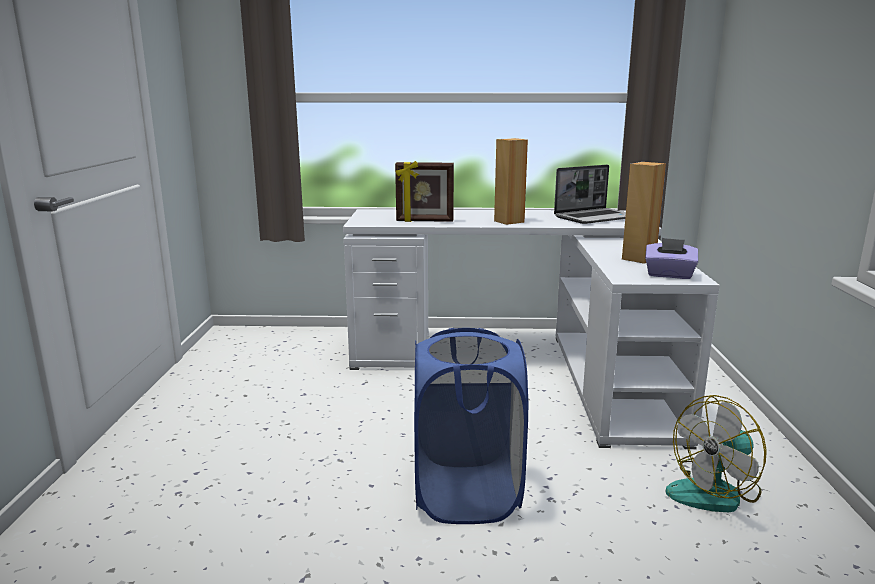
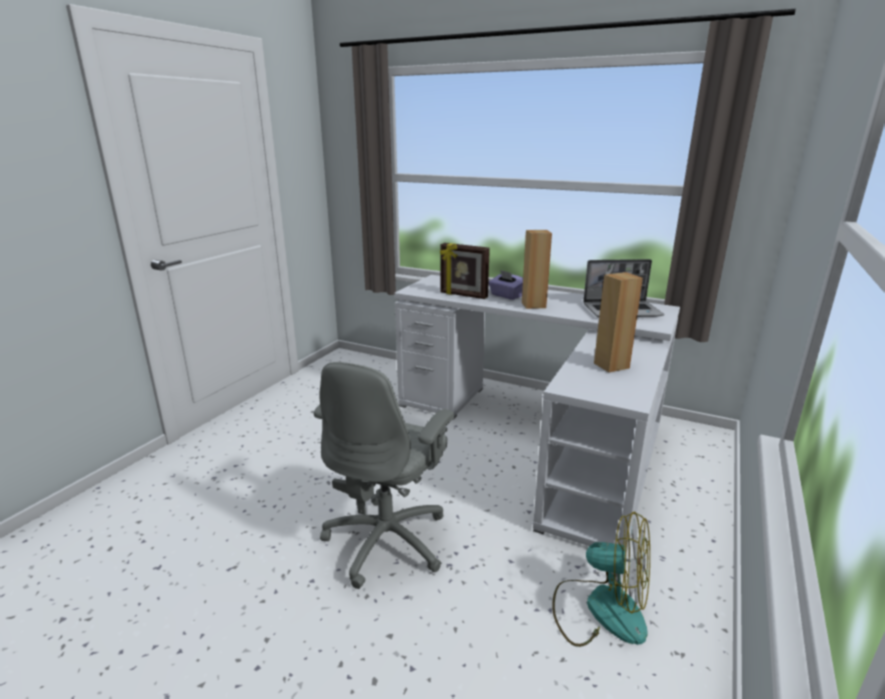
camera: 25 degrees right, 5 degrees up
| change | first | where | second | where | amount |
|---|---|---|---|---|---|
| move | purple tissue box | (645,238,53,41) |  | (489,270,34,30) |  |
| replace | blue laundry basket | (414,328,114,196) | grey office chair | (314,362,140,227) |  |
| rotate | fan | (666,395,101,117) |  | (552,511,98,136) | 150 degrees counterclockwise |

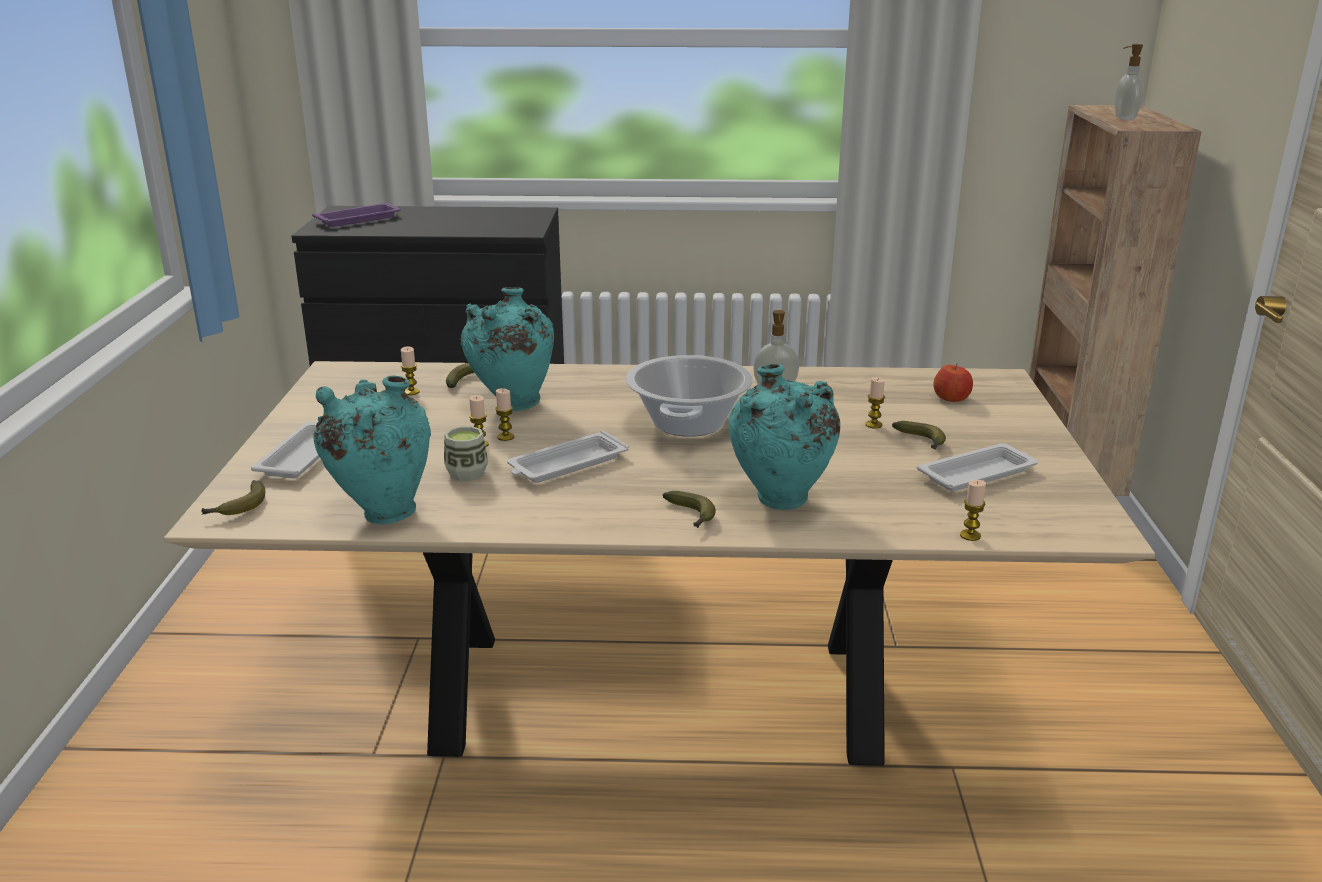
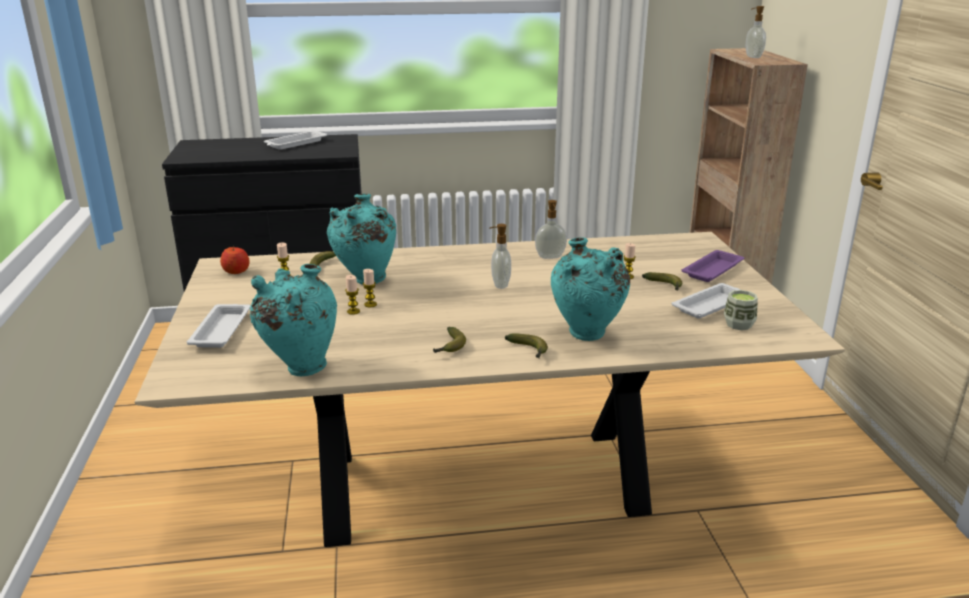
camera: 10 degrees left, 0 degrees up
| change | first | where | second | where | amount |
|---|---|---|---|---|---|
| move | purple tray | (312,203,89,24) |  | (682,250,62,32) |  |
| replace | cooking pot | (626,355,127,82) | soap dispenser | (489,224,22,65) |  |
| move | apple | (934,364,39,38) |  | (220,246,30,28) |  |
| move | cup | (444,426,44,55) |  | (724,290,34,40) |  |
| move | white tray | (507,430,122,53) |  | (264,130,63,20) |  |
| move | banana | (202,480,63,35) |  | (433,327,33,26) |  |
| delete | candle | (960,480,26,61) |  |  |  |

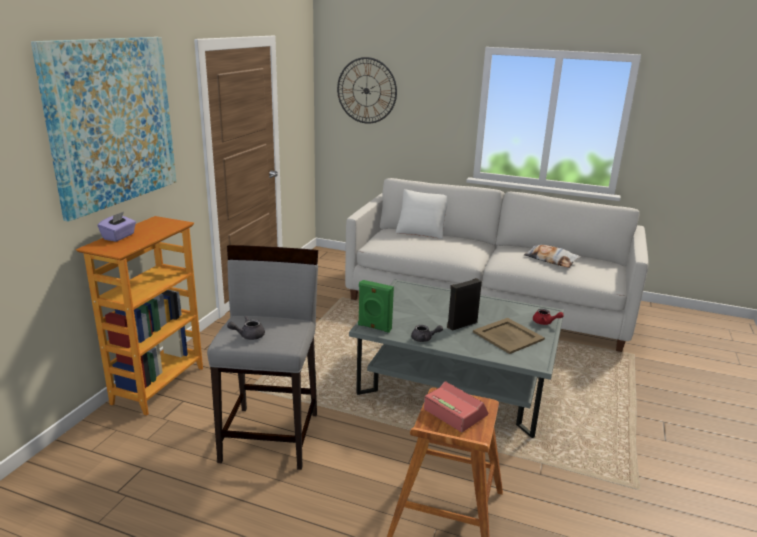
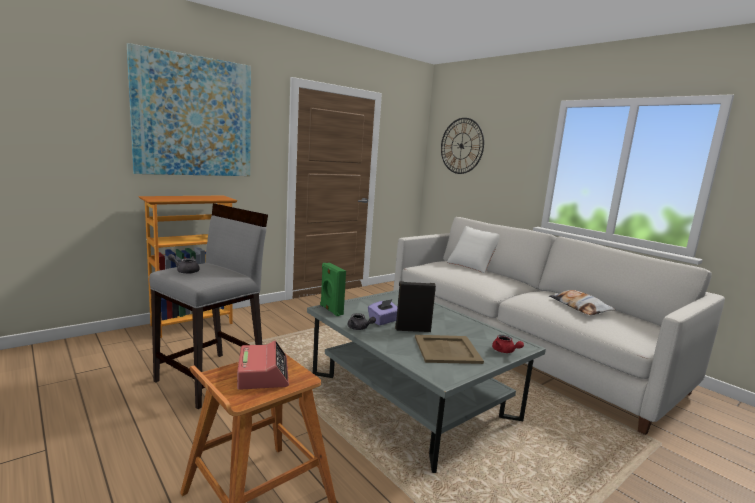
camera: 30 degrees right, 10 degrees down
| change | first | where | second | where | amount |
|---|---|---|---|---|---|
| move | purple tissue box | (98,212,38,30) |  | (368,299,30,26) |  |

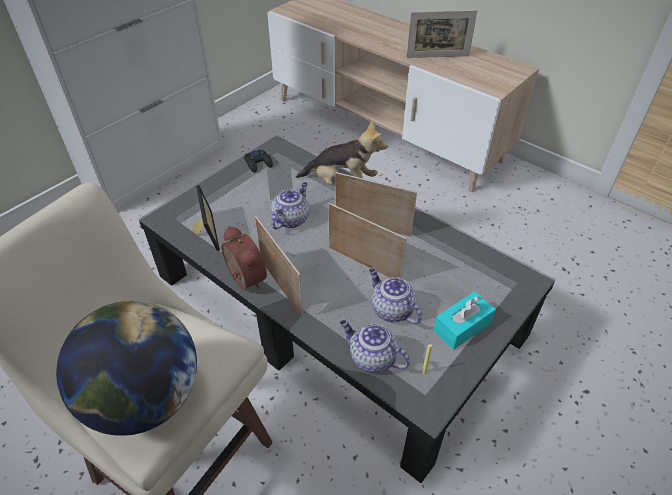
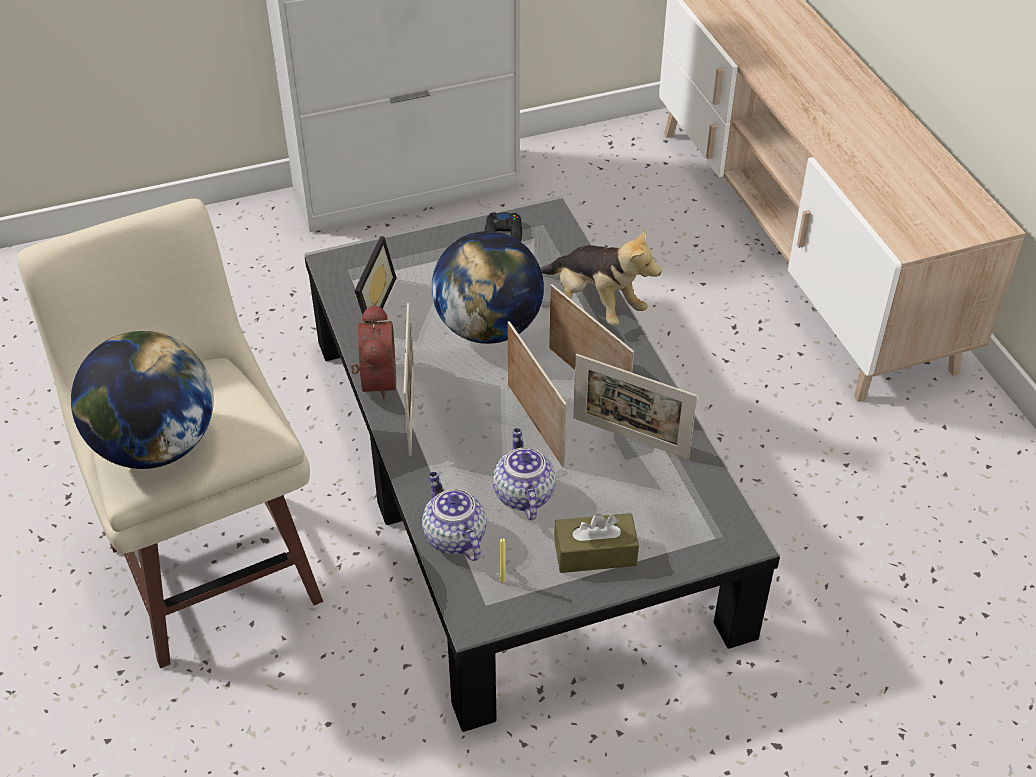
camera: 30 degrees right, 0 degrees up
| change | first | where | second | where | amount |
|---|---|---|---|---|---|
| move | picture frame | (406,10,71,48) |  | (573,354,124,105) |  |
| replace | teapot | (271,182,38,47) | globe | (431,231,113,113) |  |
| recolor | turquoise tissue box | (434,291,62,59) | brown tissue box | (554,513,85,60) |  |

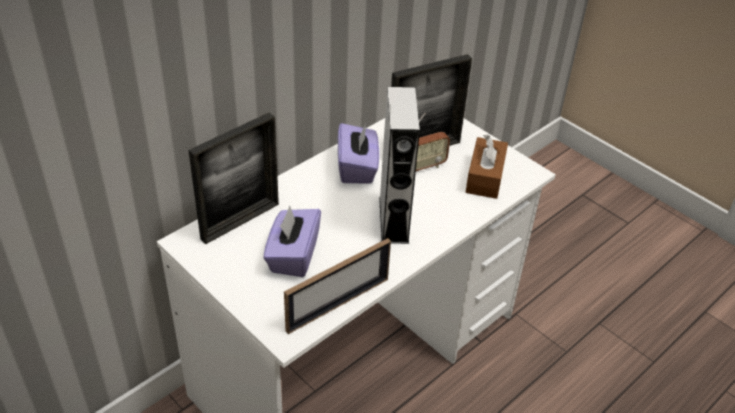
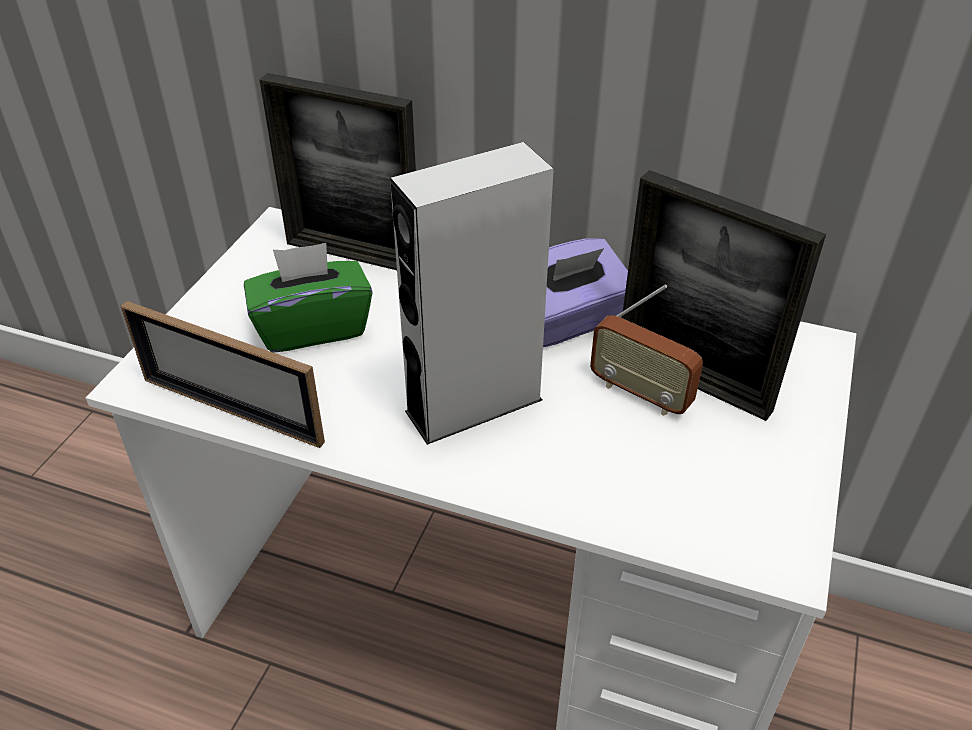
camera: 65 degrees right, 0 degrees up
| change | first | where | second | where | amount |
|---|---|---|---|---|---|
| delete | brown tissue box | (466,134,42,65) |  |  |  |
| recolor | purple tissue box | (263,206,58,71) | green tissue box | (244,243,129,110) |  |

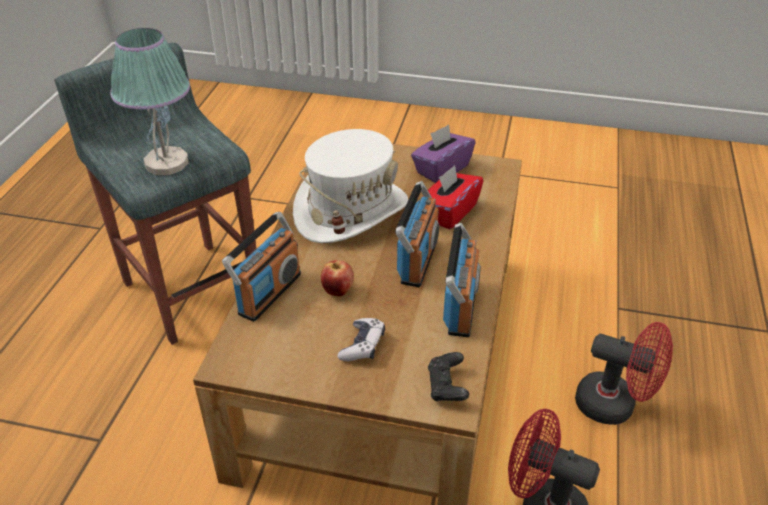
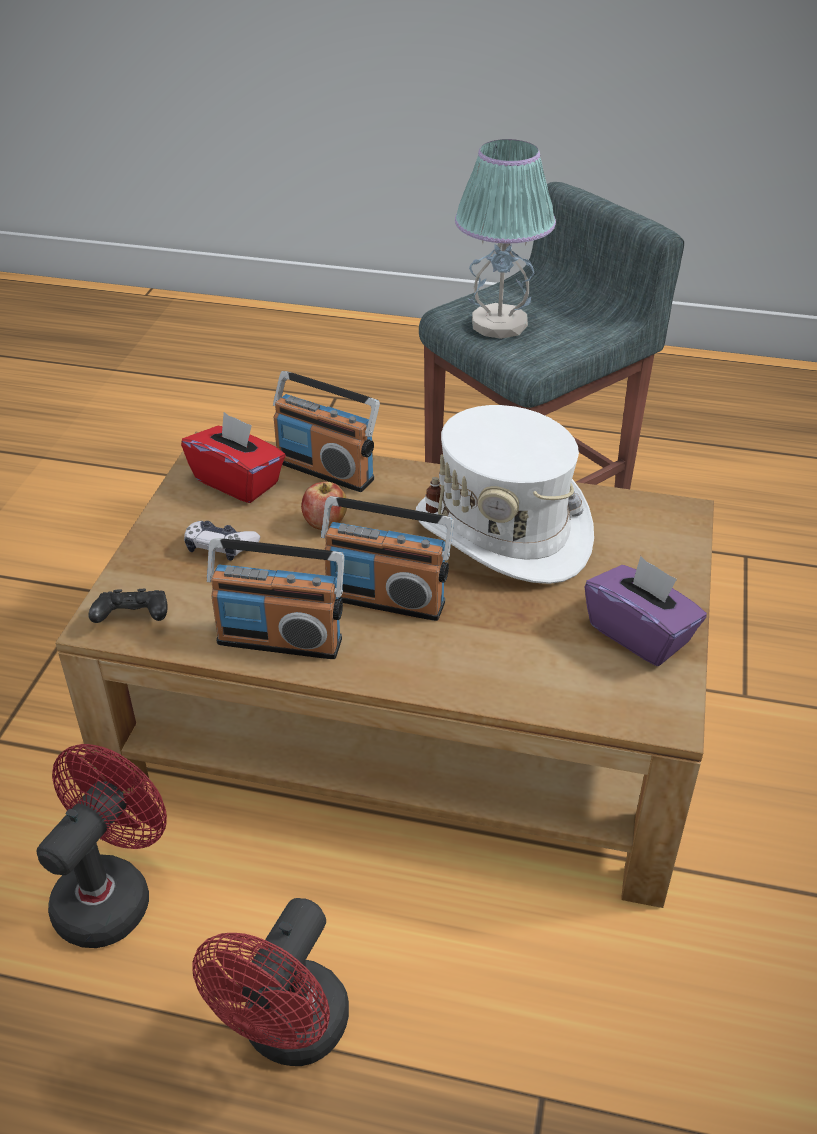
camera: 90 degrees right, 0 degrees up
| change | first | where | second | where | amount |
|---|---|---|---|---|---|
| move | red tissue box | (423,165,60,65) |  | (181,412,105,91) |  |

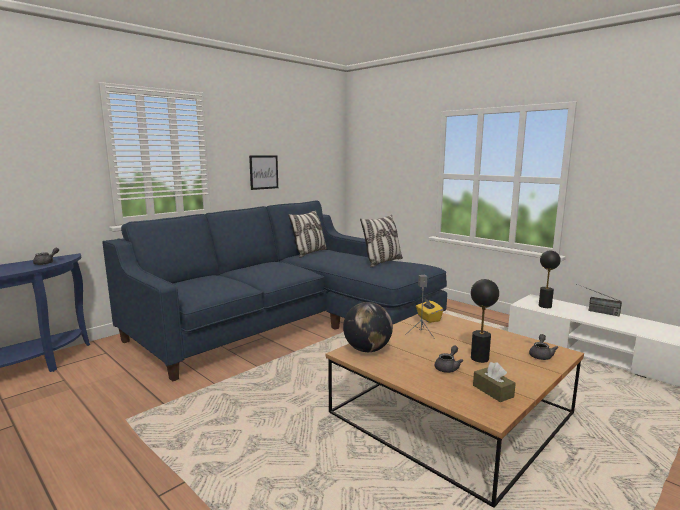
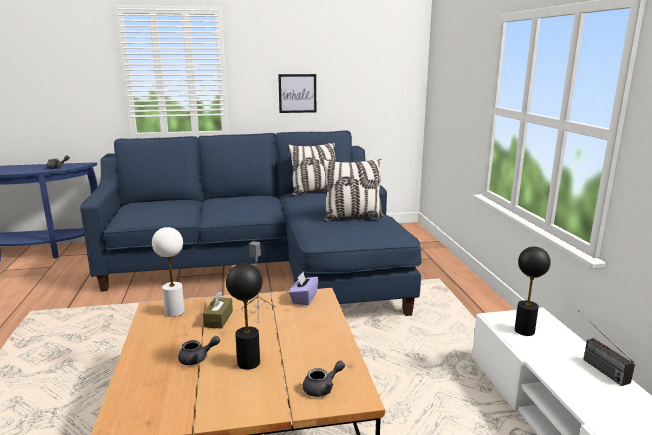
camera: 35 degrees right, 5 degrees up
| change | first | where | second | where | amount |
|---|---|---|---|---|---|
| recolor | yellow tissue box | (416,299,27,24) | purple tissue box | (289,272,30,33) |  |
| replace | globe | (343,302,50,50) | white table lamp | (152,227,33,90) |  |
| move | brown tissue box | (473,362,43,40) |  | (203,291,30,38) |  |

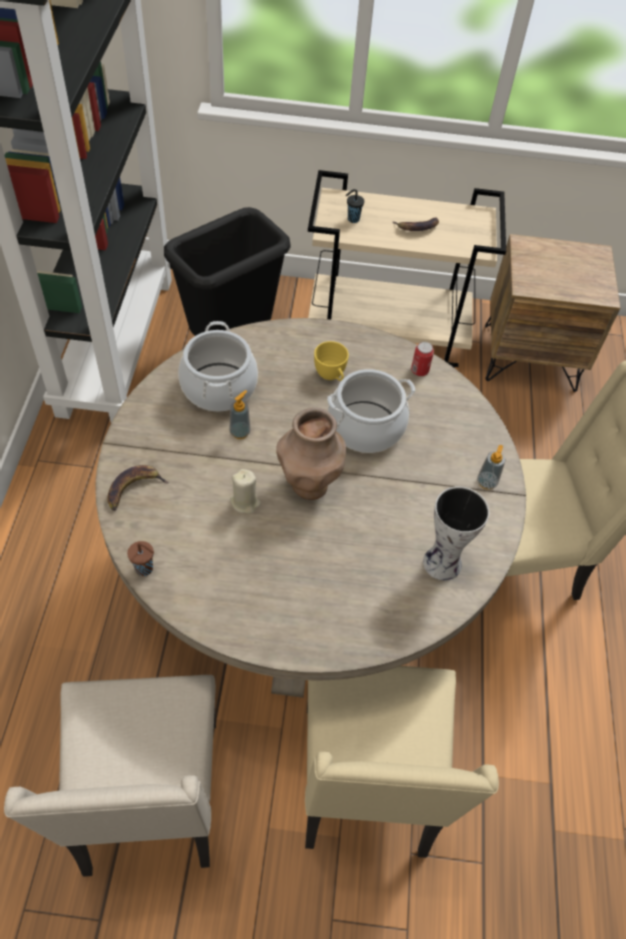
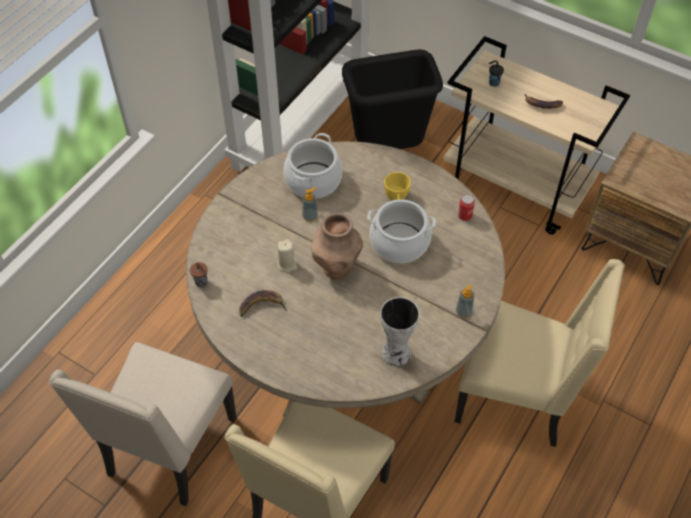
camera: 30 degrees right, 0 degrees up
| change | first | where | second | where | amount |
|---|---|---|---|---|---|
| move | banana | (107,465,62,46) |  | (239,290,48,27) |  |

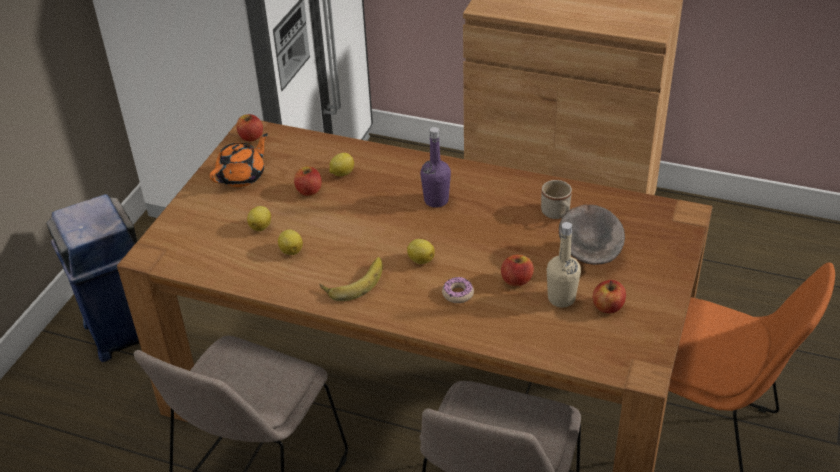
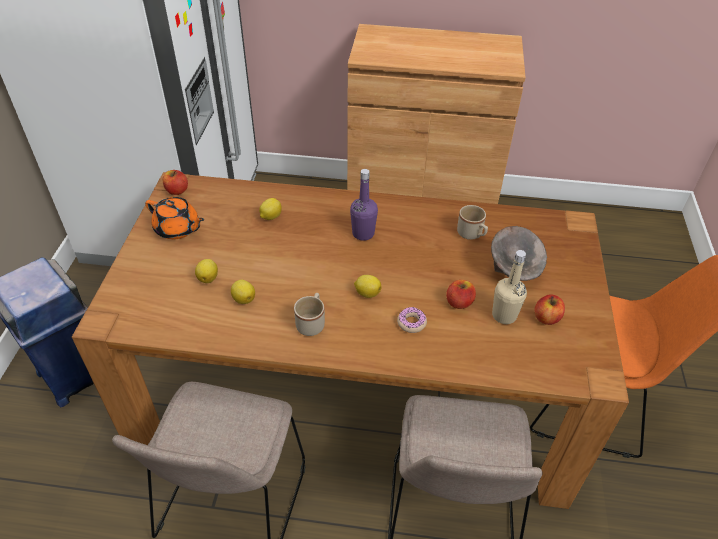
camera: 15 degrees left, 5 degrees up
| change | first | where | second | where | amount |
|---|---|---|---|---|---|
| rotate | orange teapot | (210,133,58,54) |  | (145,197,59,42) | 90 degrees clockwise |
| delete | apple | (294,166,28,30) |  |  |  |
| replace | banana | (319,257,64,44) | beige mug | (294,293,31,43) |  |

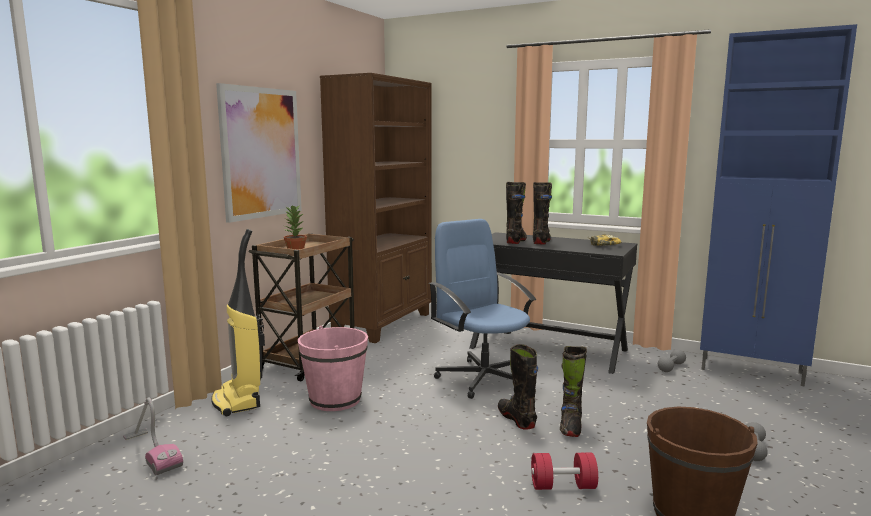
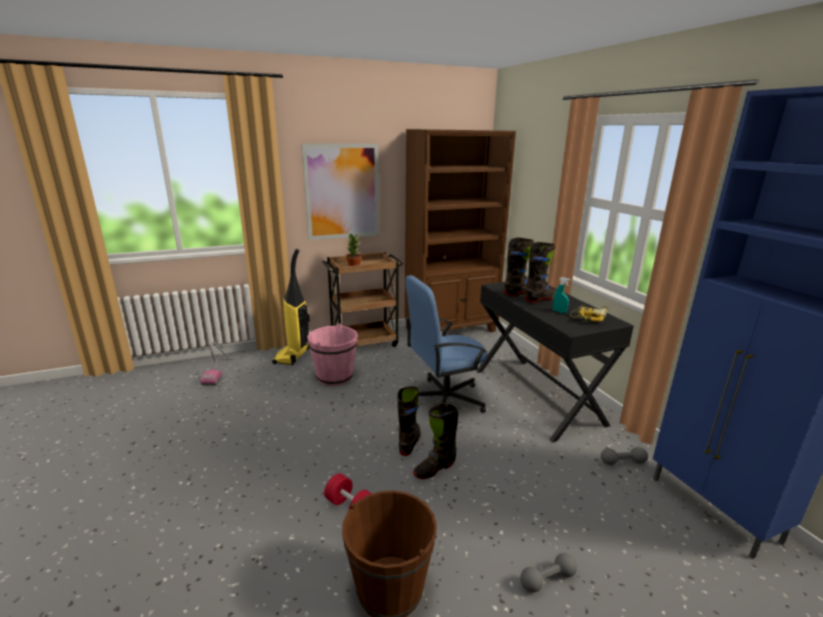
camera: 40 degrees right, 10 degrees up
| change | first | where | second | where | amount |
|---|---|---|---|---|---|
| rotate | blue office chair | (429,219,107,180) |  | (405,275,82,138) | 120 degrees counterclockwise |
| insert |  |  | turquoise spray bottle | (553,277,17,36) |  |

